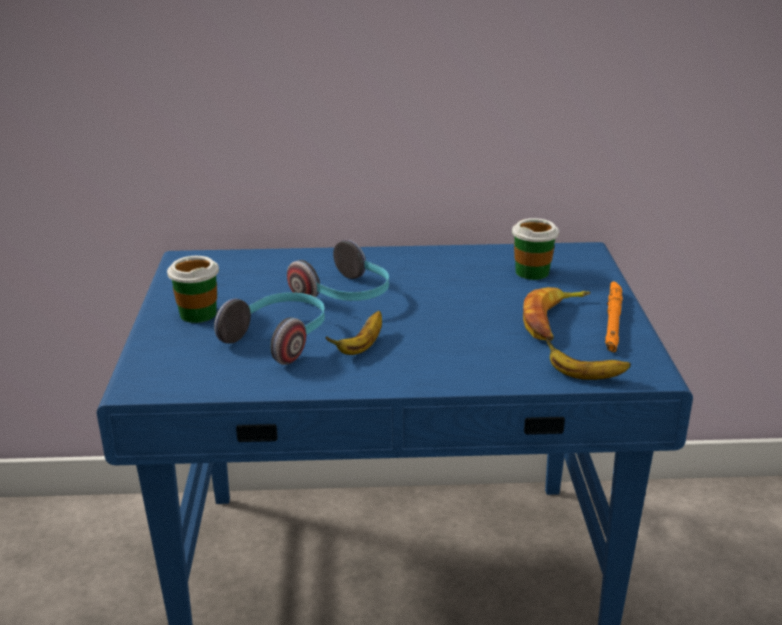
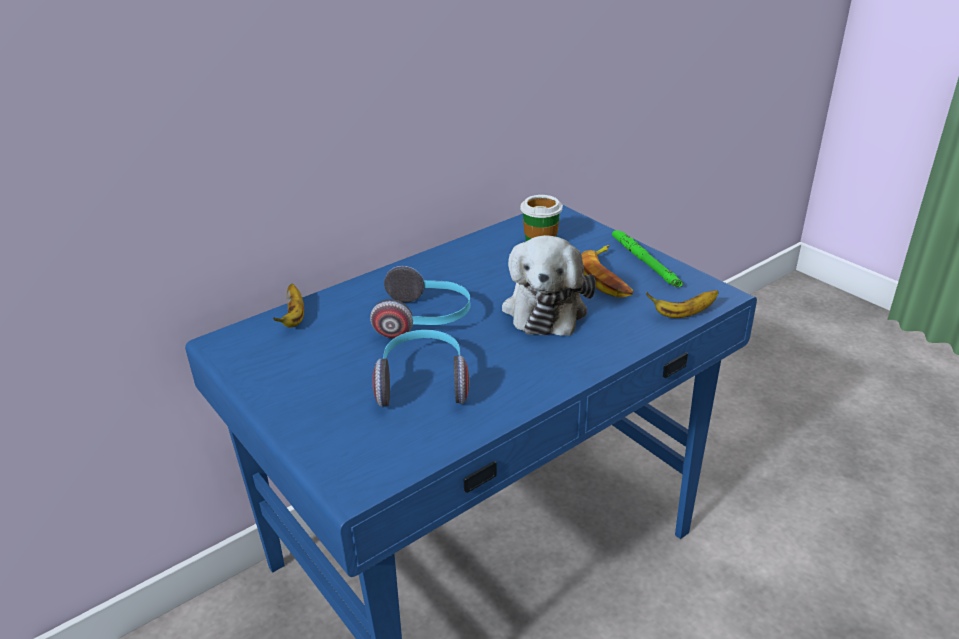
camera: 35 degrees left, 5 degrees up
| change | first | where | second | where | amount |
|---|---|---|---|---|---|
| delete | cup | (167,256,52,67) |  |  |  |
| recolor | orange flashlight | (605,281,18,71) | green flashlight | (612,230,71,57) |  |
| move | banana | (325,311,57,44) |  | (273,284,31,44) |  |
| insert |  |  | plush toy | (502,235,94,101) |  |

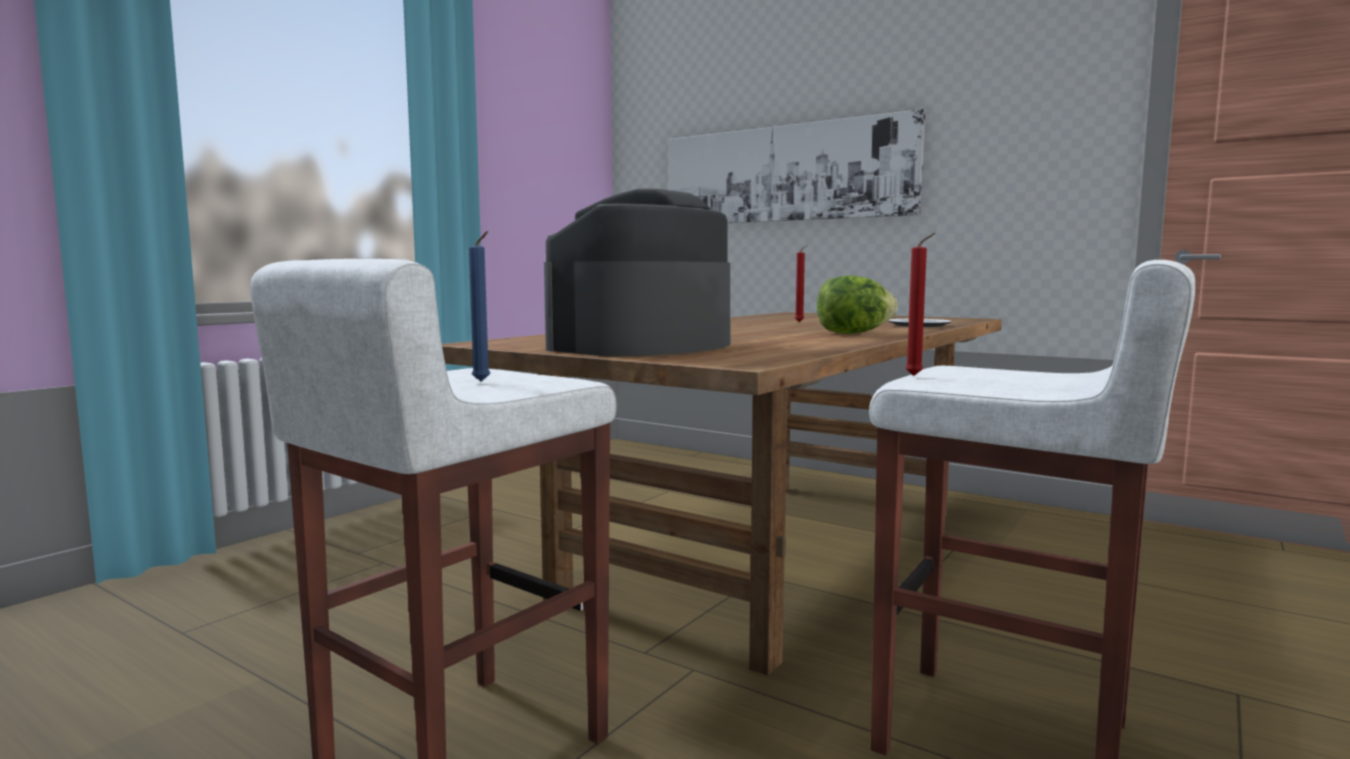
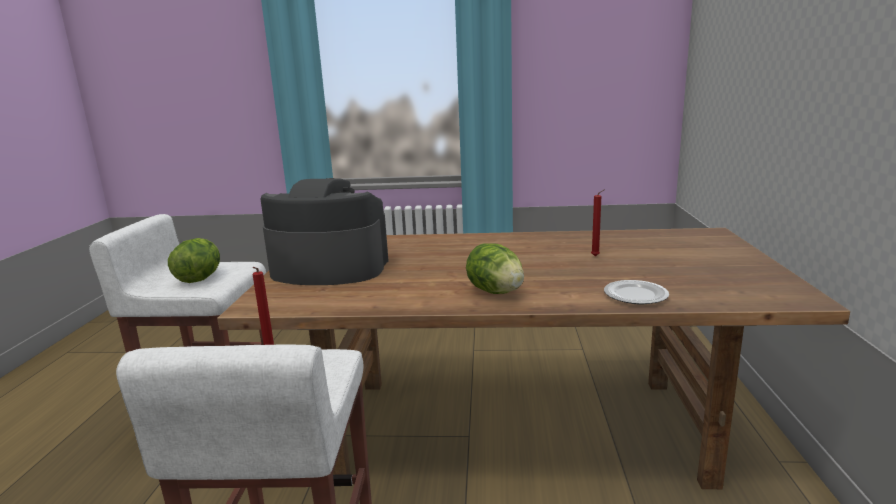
camera: 60 degrees right, 10 degrees up
| change | first | where | second | where | amount |
|---|---|---|---|---|---|
| delete | picture | (669,109,256,114) |  |  |  |
| replace | blue candle | (469,231,21,151) | lettuce | (168,238,52,45) |  |

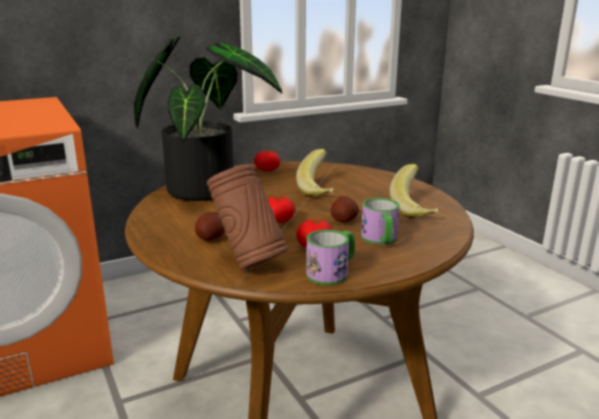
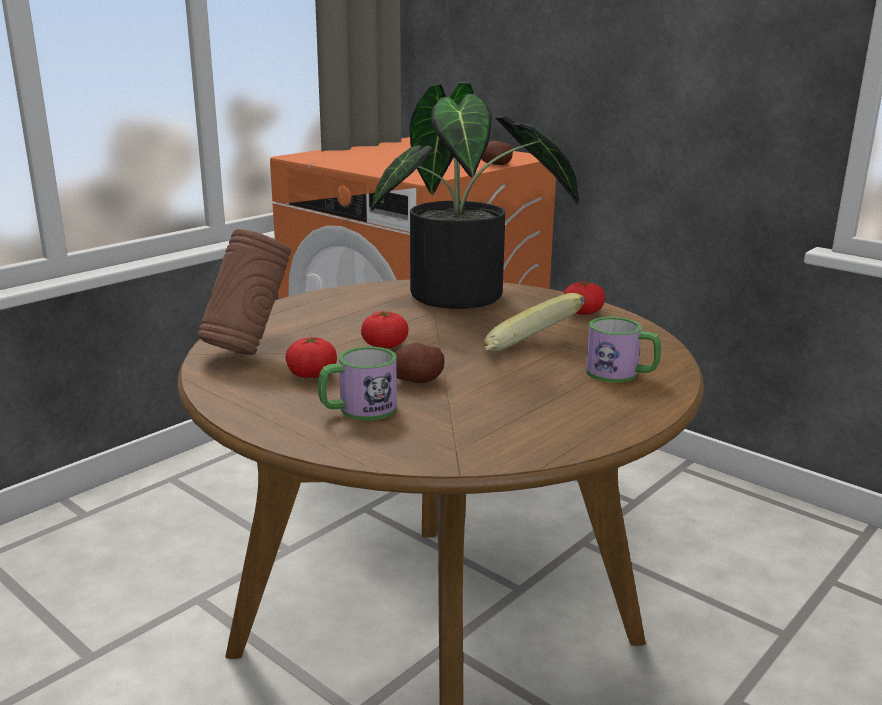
camera: 70 degrees right, 0 degrees up
| change | first | where | second | where | amount |
|---|---|---|---|---|---|
| delete | banana | (389,164,50,54) |  |  |  |
| move | potato | (195,212,30,28) |  | (481,141,32,24) |  |
| move | mug | (306,230,49,55) |  | (586,317,75,65) |  |

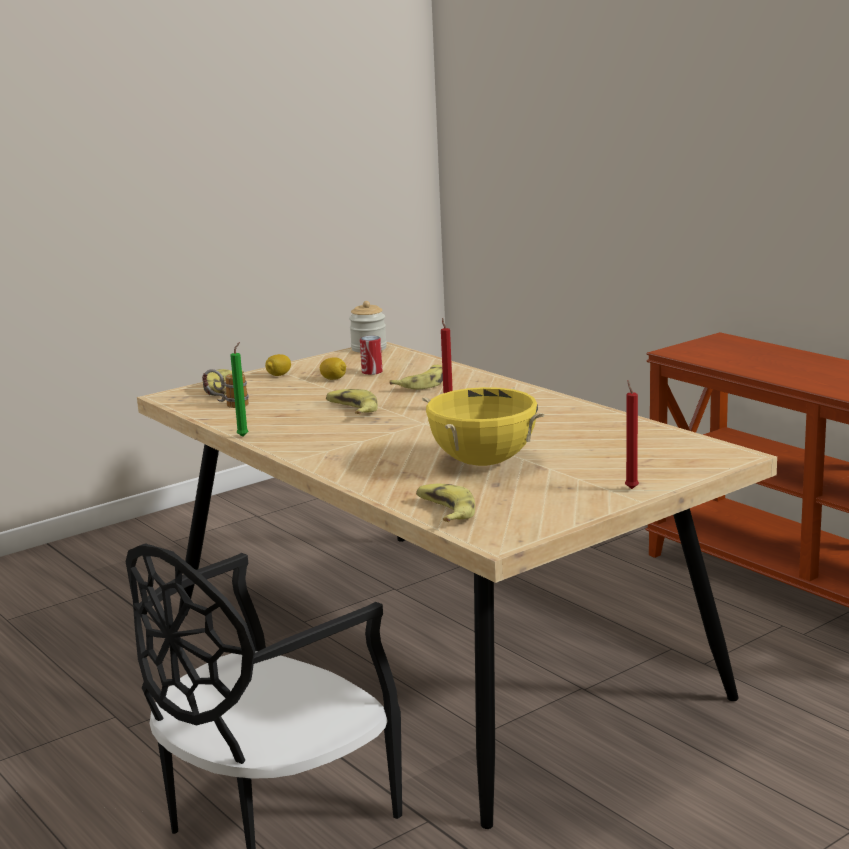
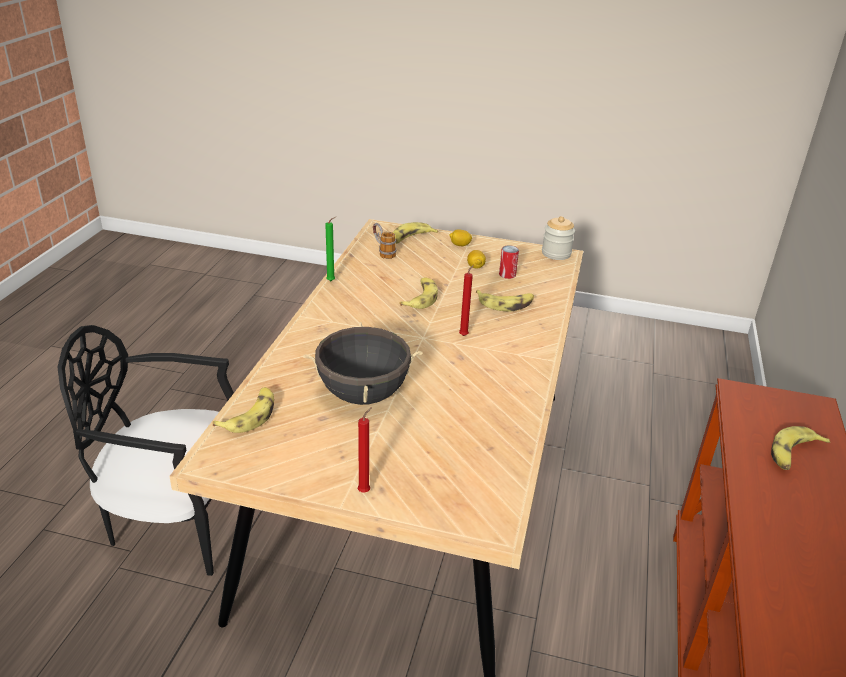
camera: 50 degrees right, 15 degrees up
| change | first | where | second | where | amount |
|---|---|---|---|---|---|
| recolor | yellow cooking pot | (422,387,123,79) | black cooking pot | (303,322,120,83) |  |
| insert |  |  | banana | (771,426,59,44) |  |

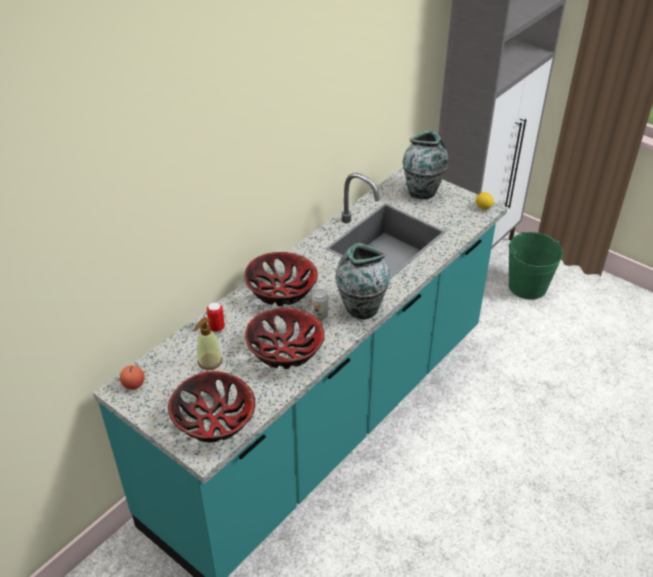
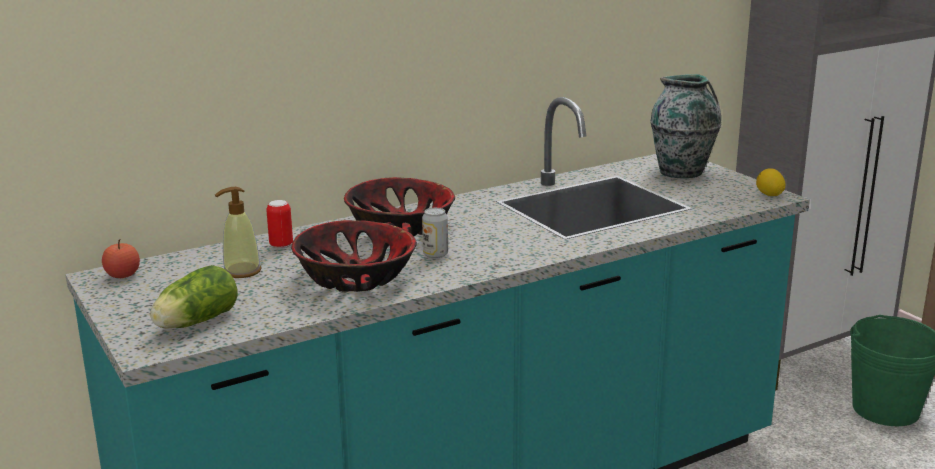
camera: 20 degrees right, 20 degrees down
| change | first | where | second | where | amount |
|---|---|---|---|---|---|
| delete | vase | (335,243,55,76) |  |  |  |
| replace | bowl | (168,371,87,72) | lettuce | (150,265,88,64) |  |

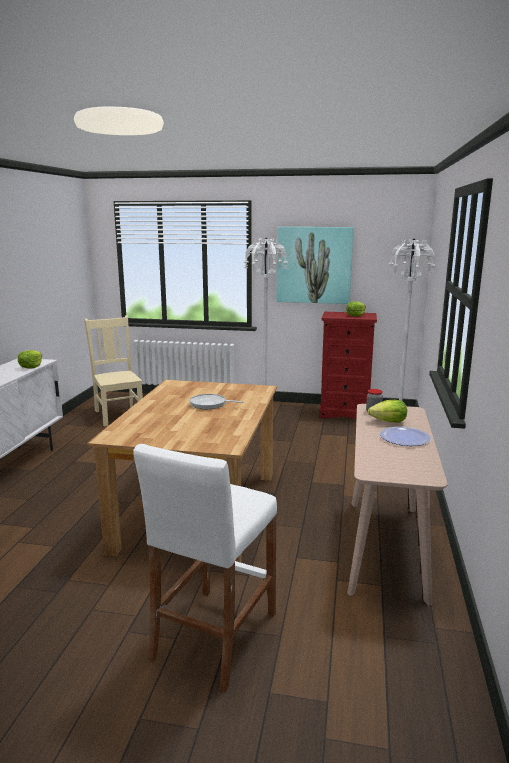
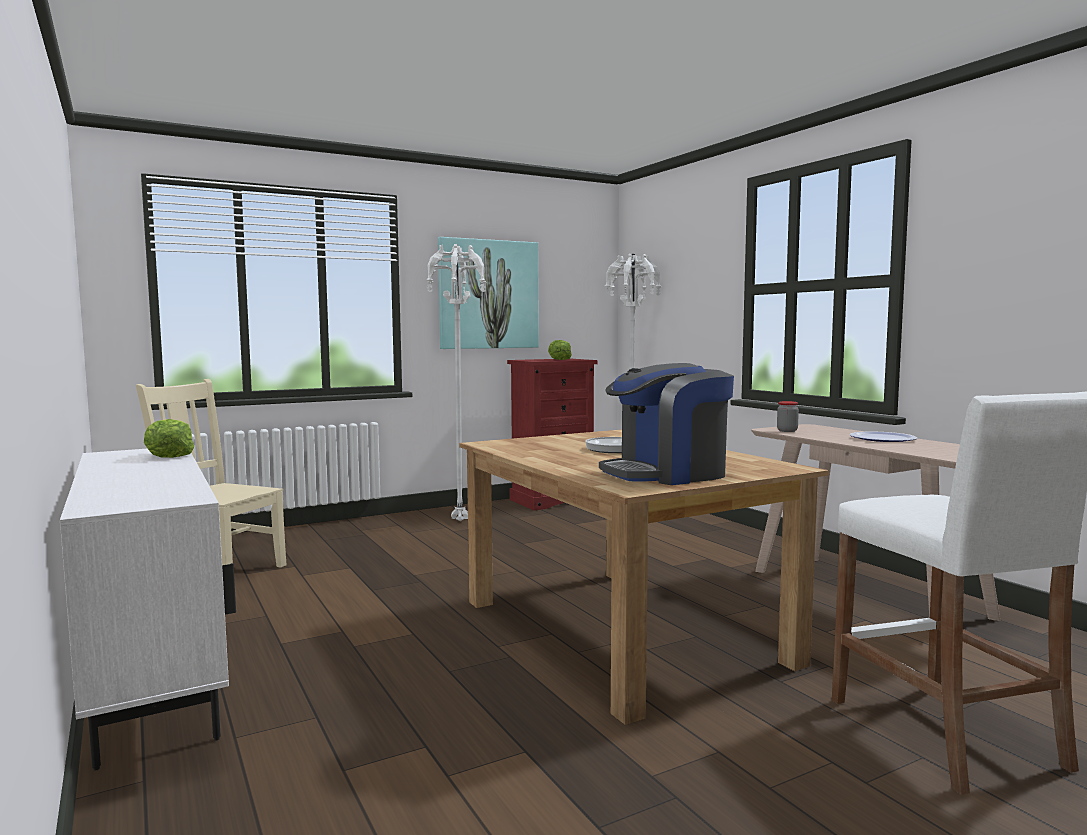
camera: 40 degrees left, 10 degrees down
| change | first | where | second | where | amount |
|---|---|---|---|---|---|
| delete | lettuce | (368,400,39,23) |  |  |  |
| insert |  |  | coffee machine | (599,363,135,122) |  |

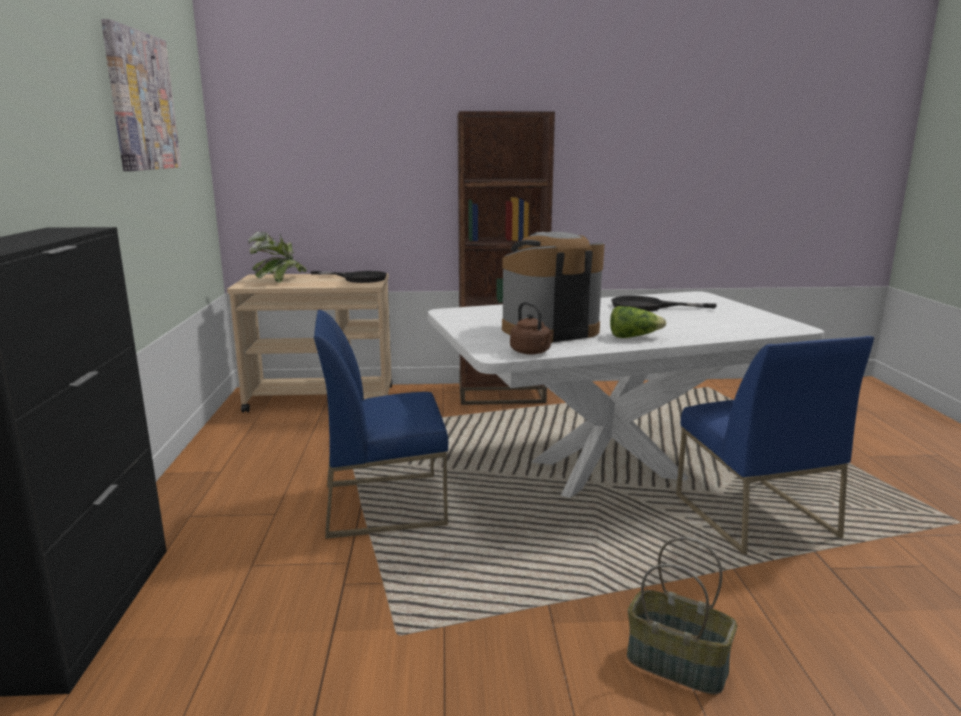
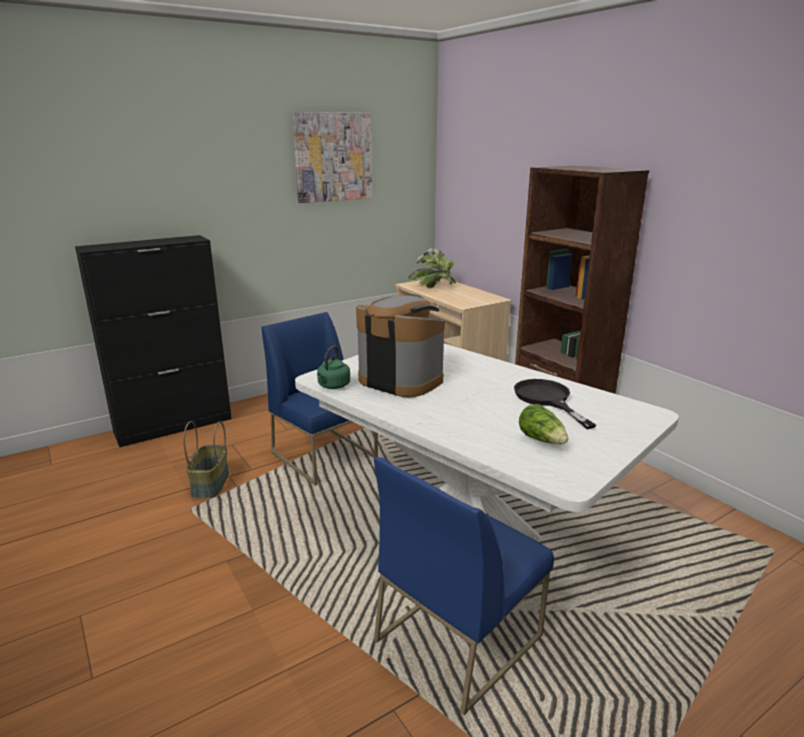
camera: 60 degrees right, 5 degrees up
| change | first | where | second | where | amount |
|---|---|---|---|---|---|
| delete | black frying pan | (311,271,76,12) |  |  |  |
| recolor | brown kettle | (510,302,43,53) | green kettle | (317,346,33,43) |  |
| move | lettuce | (610,306,56,32) |  | (519,404,49,40) |  |
| move | basket | (627,537,110,158) |  | (183,421,46,77) |  |

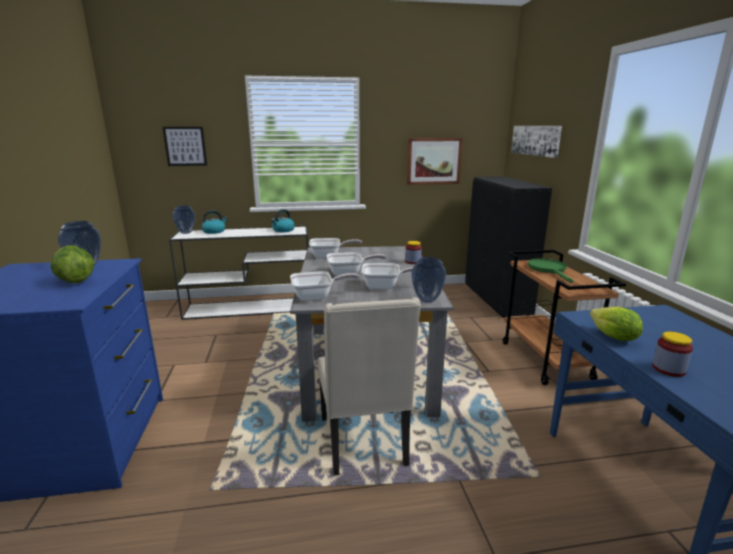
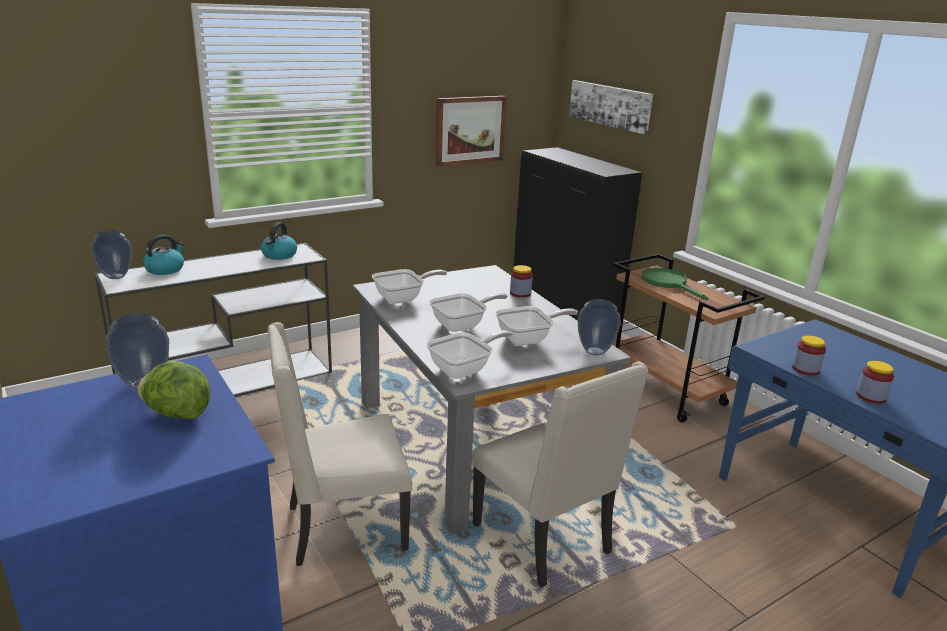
camera: 25 degrees left, 5 degrees up
| change | first | where | second | where | amount |
|---|---|---|---|---|---|
| delete | picture | (162,127,45,39) |  |  |  |
| replace | lettuce | (590,307,53,34) | jar | (792,335,34,41) |  |
| insert |  |  | beige chair | (268,322,144,244) |  |

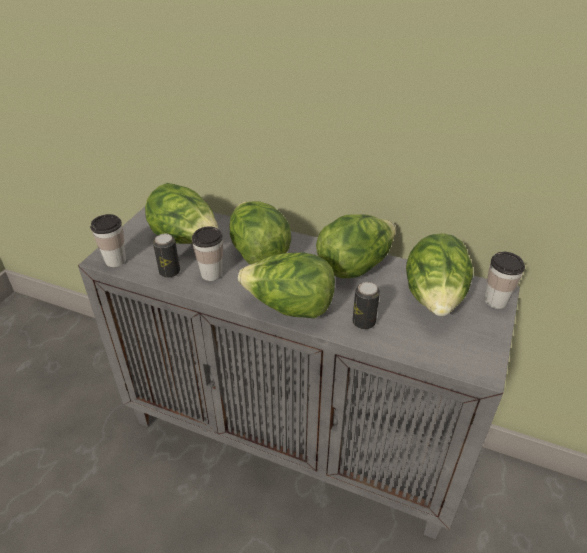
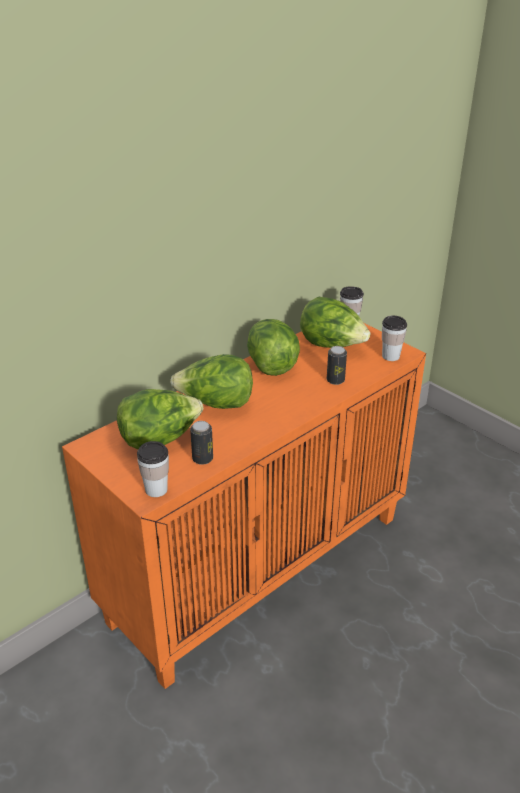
camera: 65 degrees left, 5 degrees down
| change | first | where | second | where | amount |
|---|---|---|---|---|---|
| recolor | grey cabinet | (78,207,442,332) | orange cabinet | (62,323,364,366) |  |
| move | cup | (192,226,31,55) |  | (382,316,25,45) |  |
| delete | lettuce | (238,252,97,66) |  |  |  |

